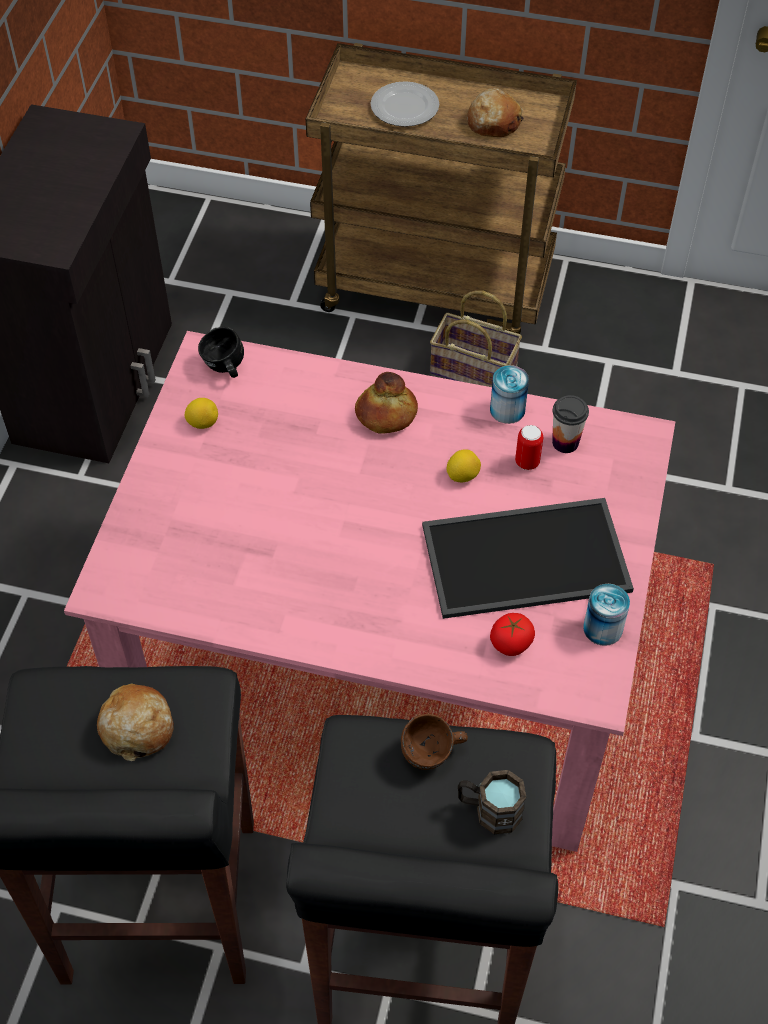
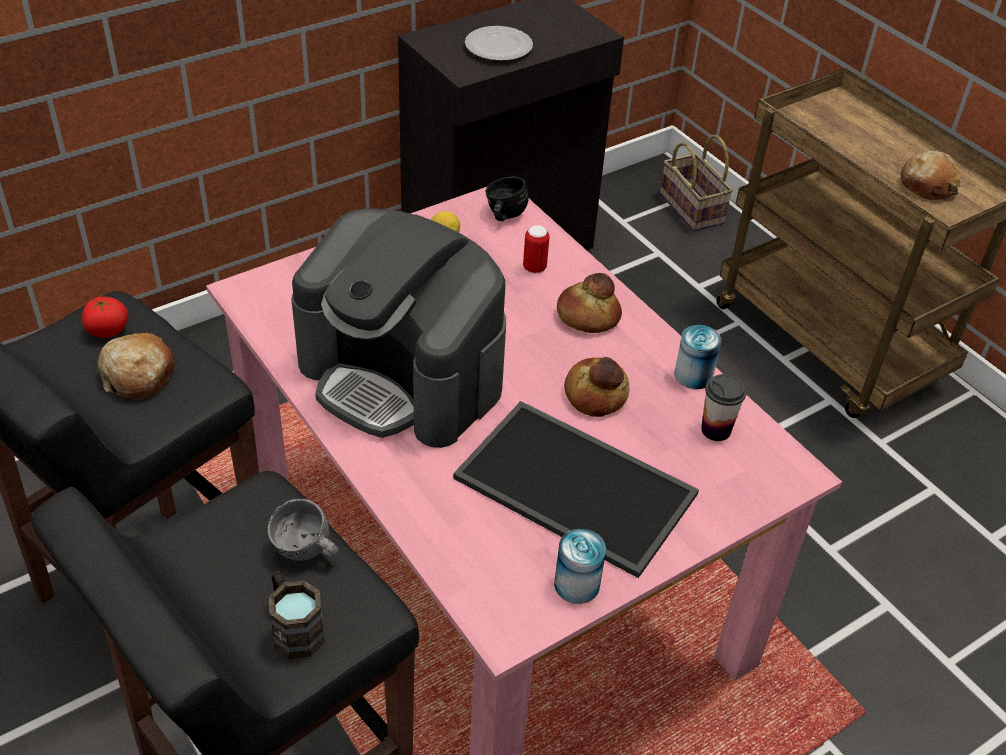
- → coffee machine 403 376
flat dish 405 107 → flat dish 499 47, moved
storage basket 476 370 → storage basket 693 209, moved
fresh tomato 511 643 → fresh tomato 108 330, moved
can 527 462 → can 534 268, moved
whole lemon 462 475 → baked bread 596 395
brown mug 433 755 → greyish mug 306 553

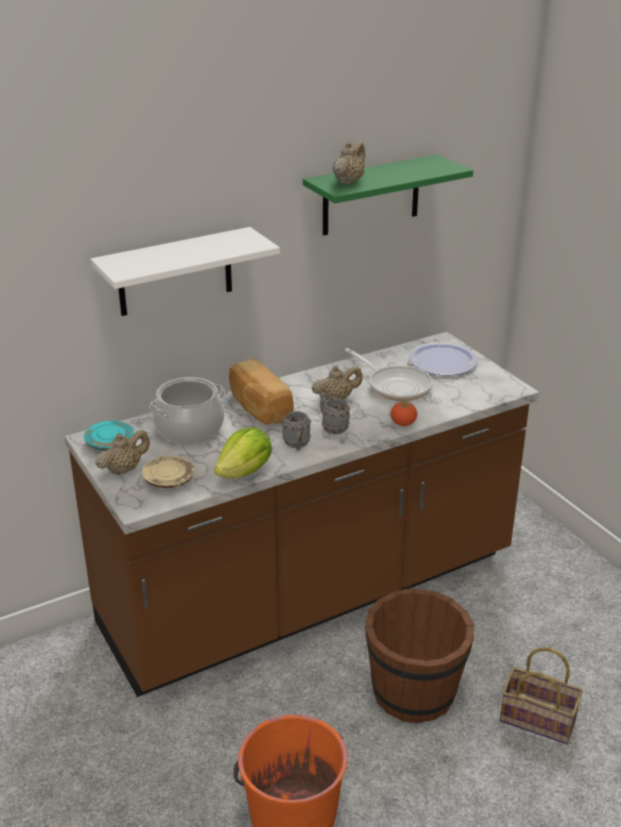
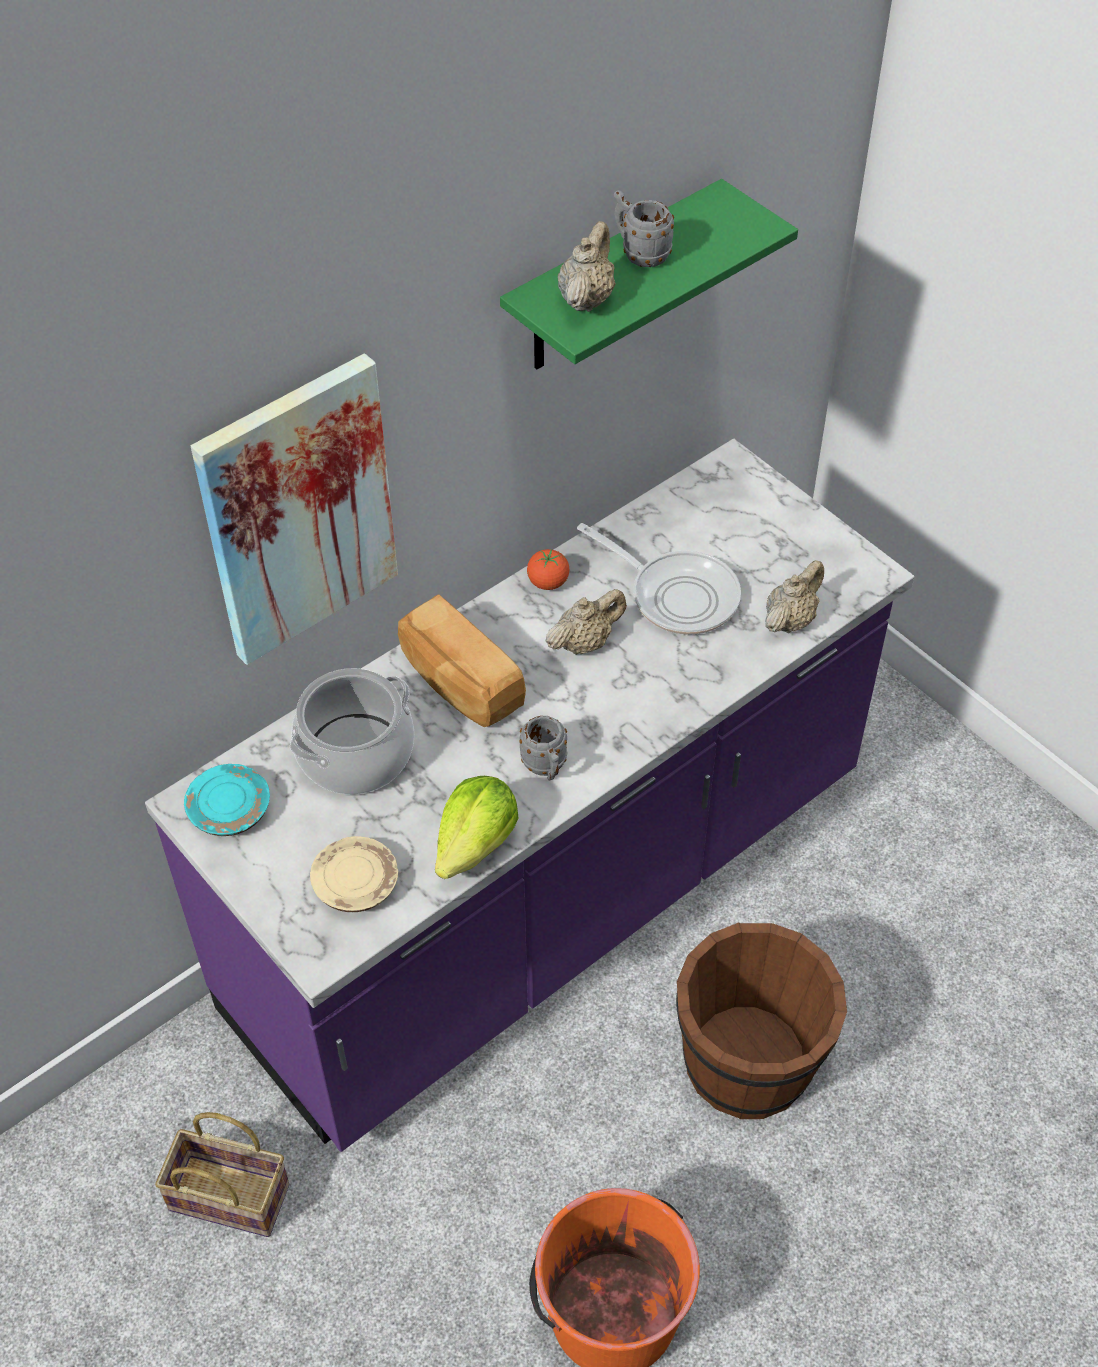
flat dish 443 361 → -
beige teapot 124 469 → beige teapot 790 620, moved
greyish mug 332 427 → greyish mug 640 253, moved
fresh tomato 403 424 → fresh tomato 548 582, moved
storage basket 539 719 → storage basket 233 1195, moved
white-coloured wall shelf 175 272 → wall art 297 510
brown kitchen base unit 310 594 → purple kitchen base unit 550 898

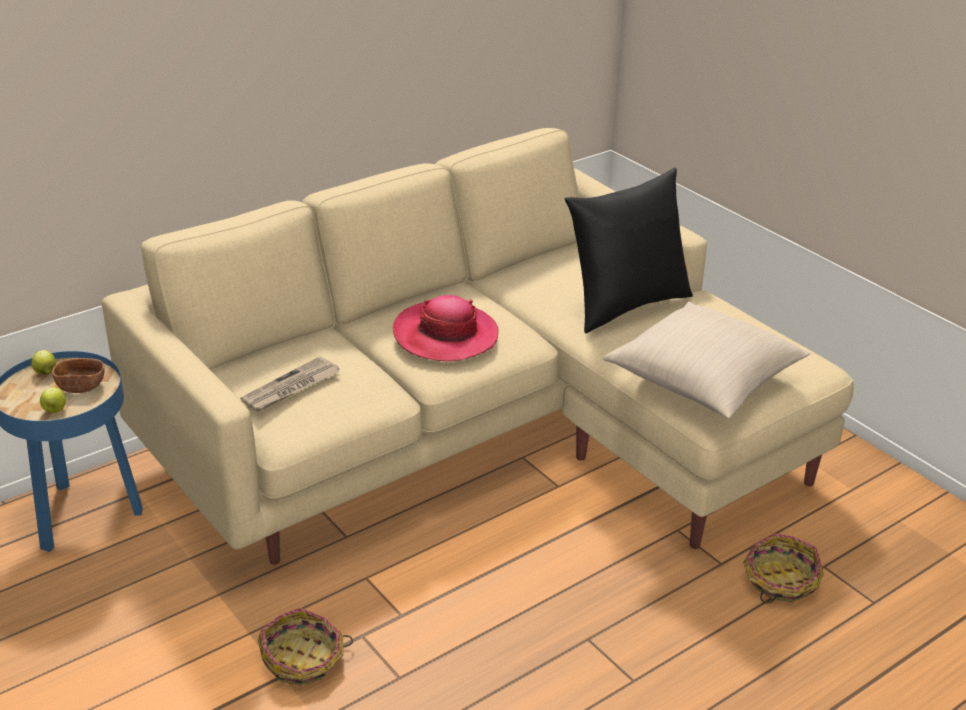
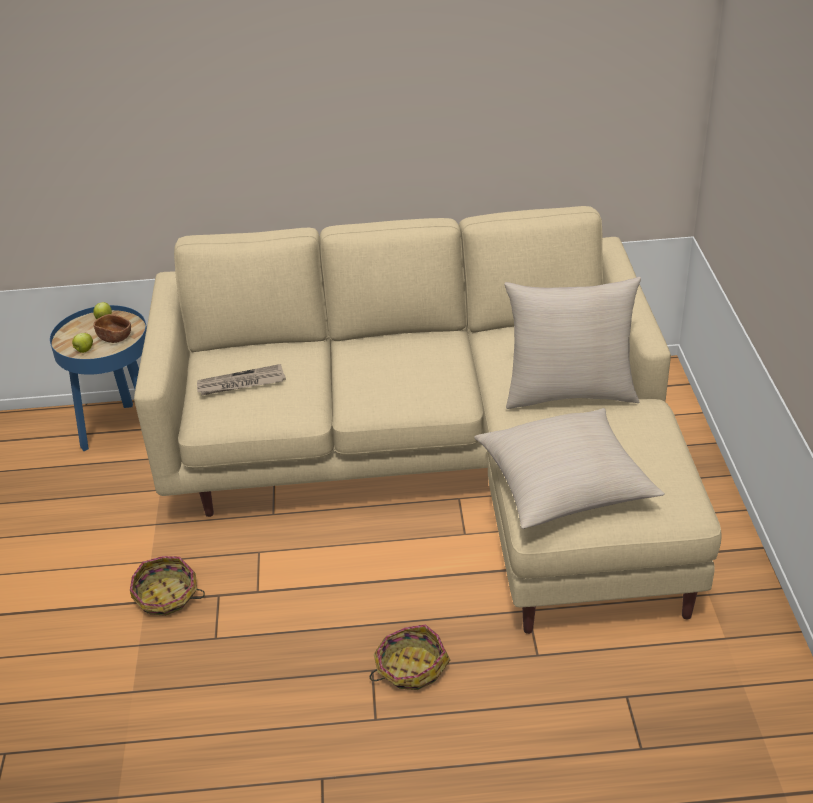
clothing hat 445 335 → -
storage basket 780 581 → storage basket 410 667, moved
black throw pillow 625 305 → beige throw pillow 569 393

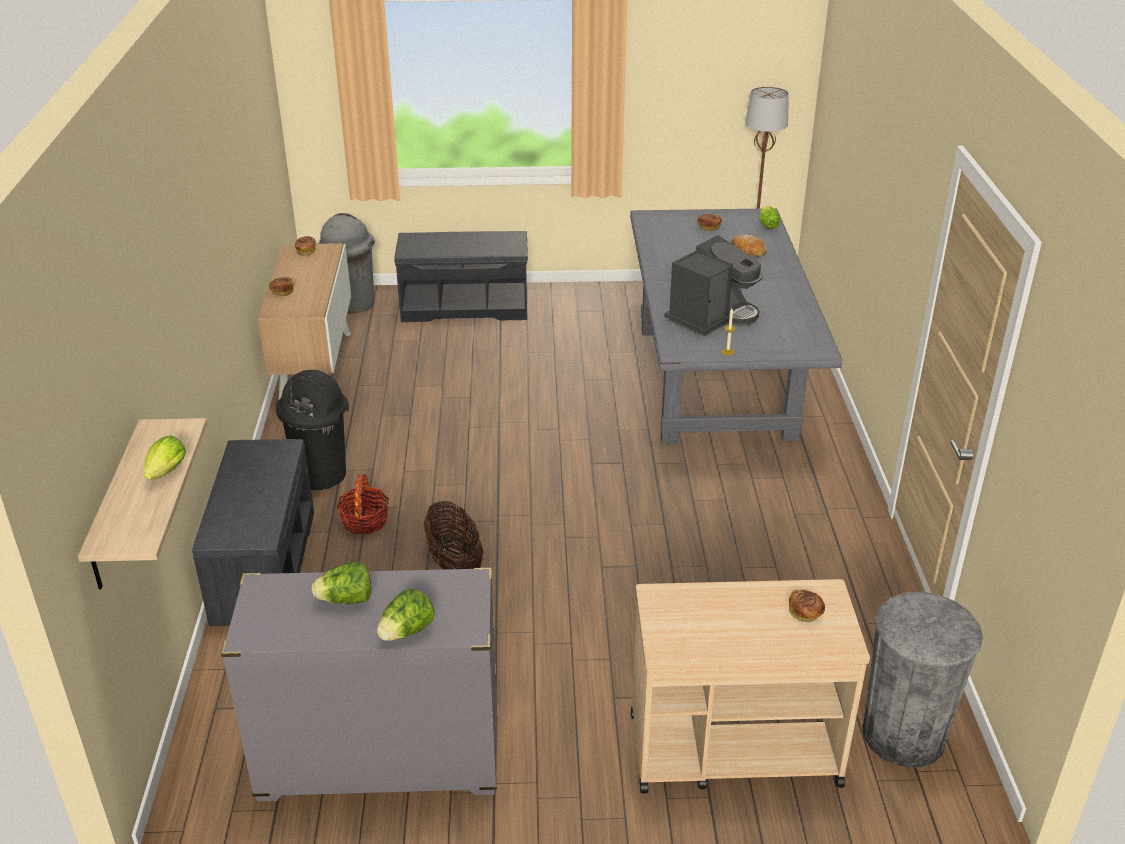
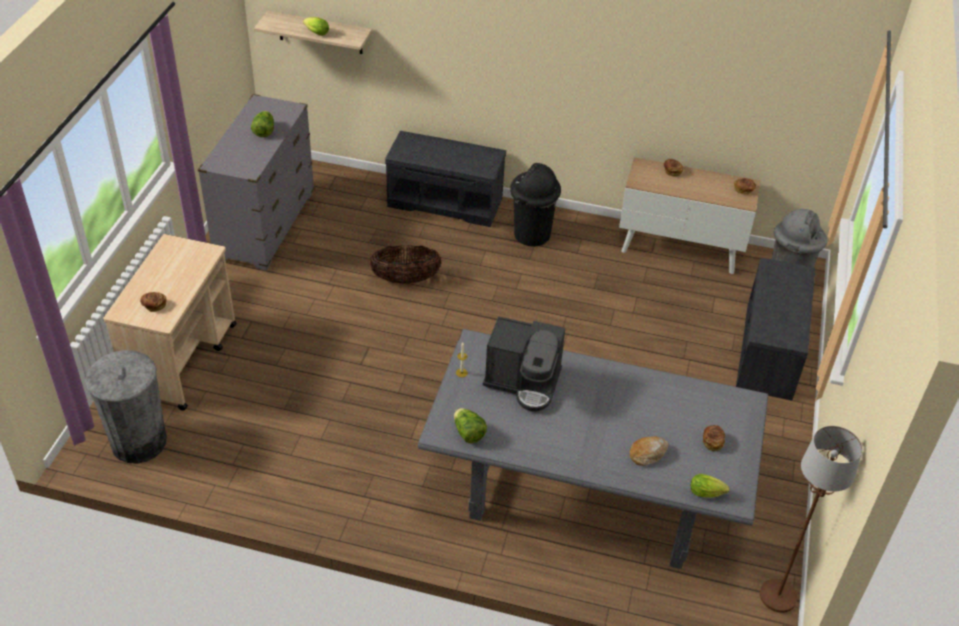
storage basket 365 521 → -
lettuce head 406 632 → lettuce head 468 433, moved
coffee machine 712 317 → coffee machine 523 382, 45 degrees counterclockwise

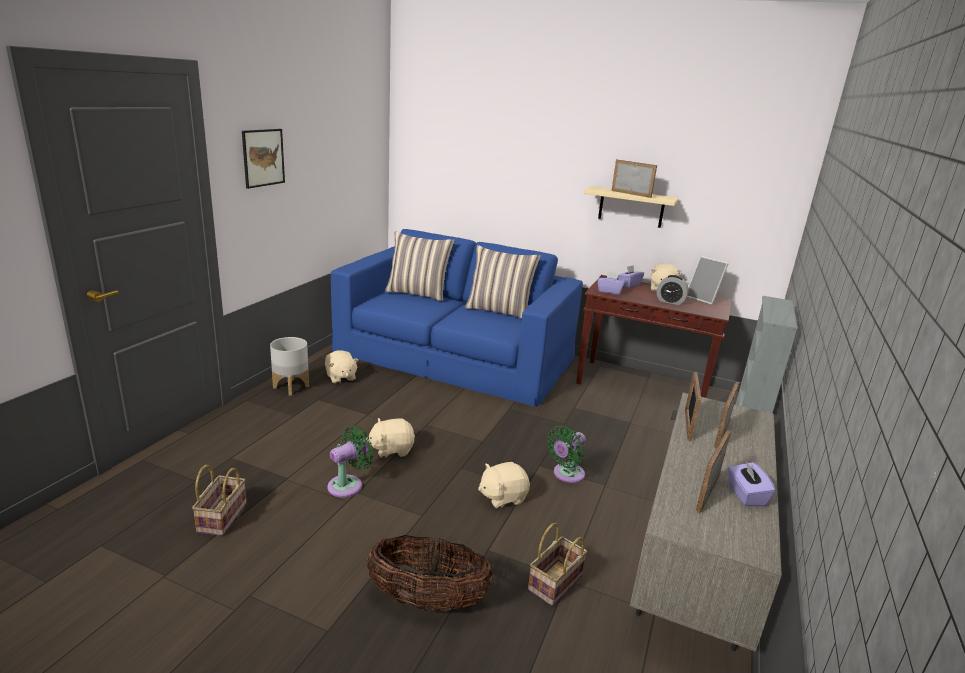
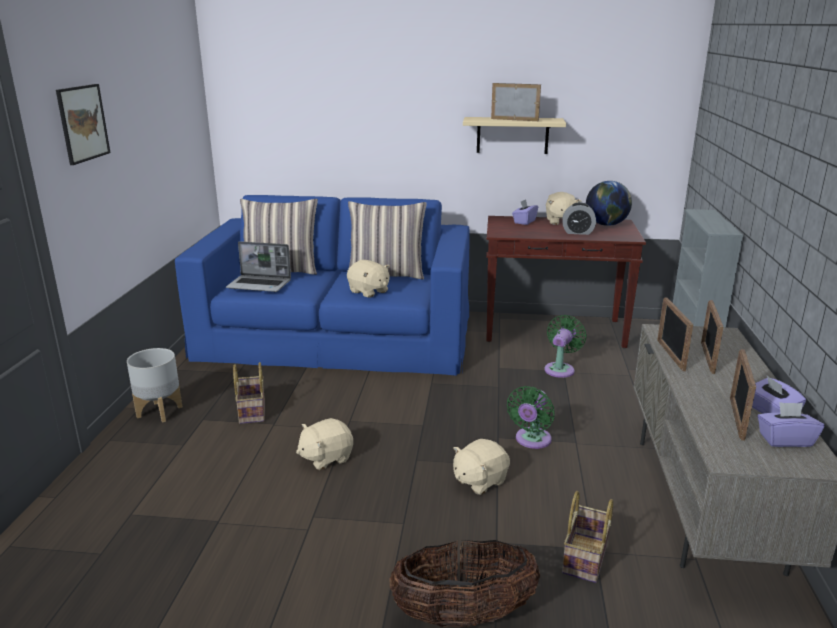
- → portable computer 260 285
storage basket 222 516 → storage basket 251 411, moved
beige cuddly toy 340 377 → beige cuddly toy 368 291, moved
green-coloured cooling fan 348 485 → green-coloured cooling fan 560 369, moved
purple tissue box 609 291 → purple tissue box 785 440, moved
standing frame 703 299 → world globe 606 224

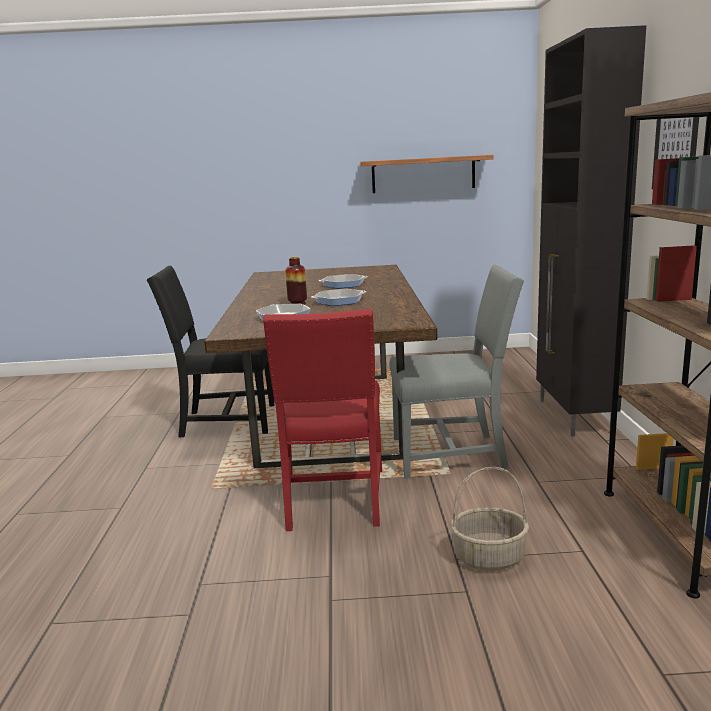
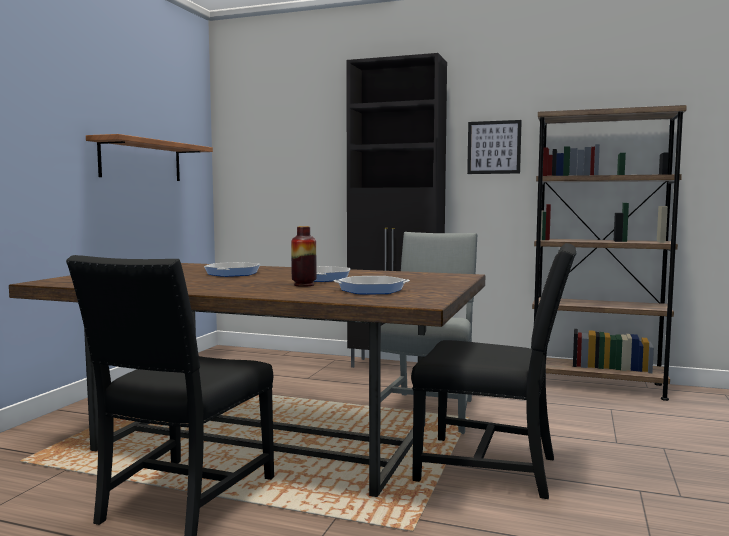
storage basket 488 557 → -
reddish chair 333 501 → black chair 492 468

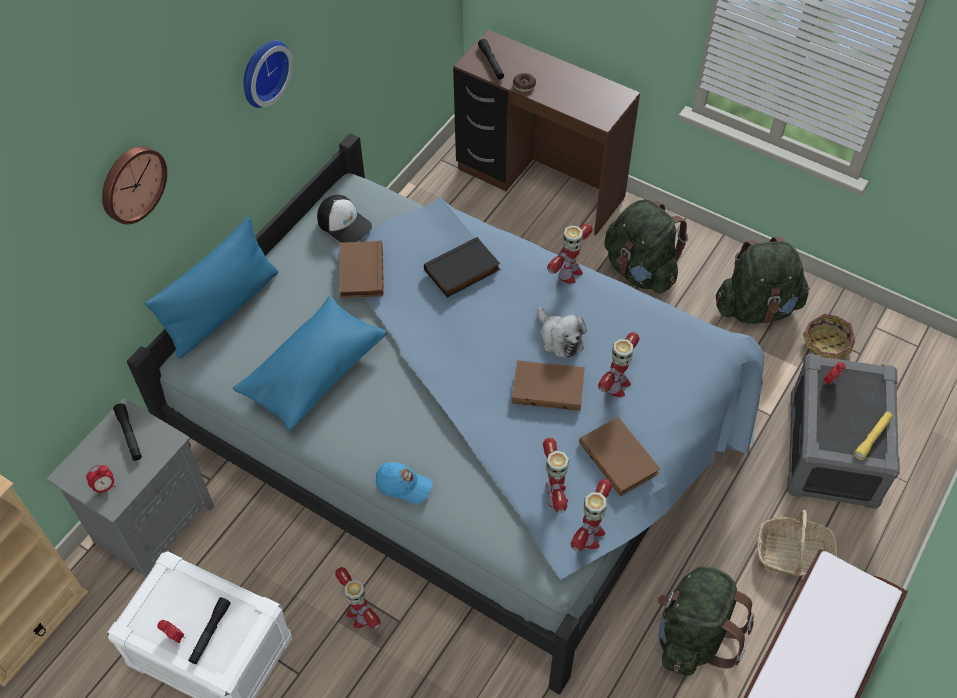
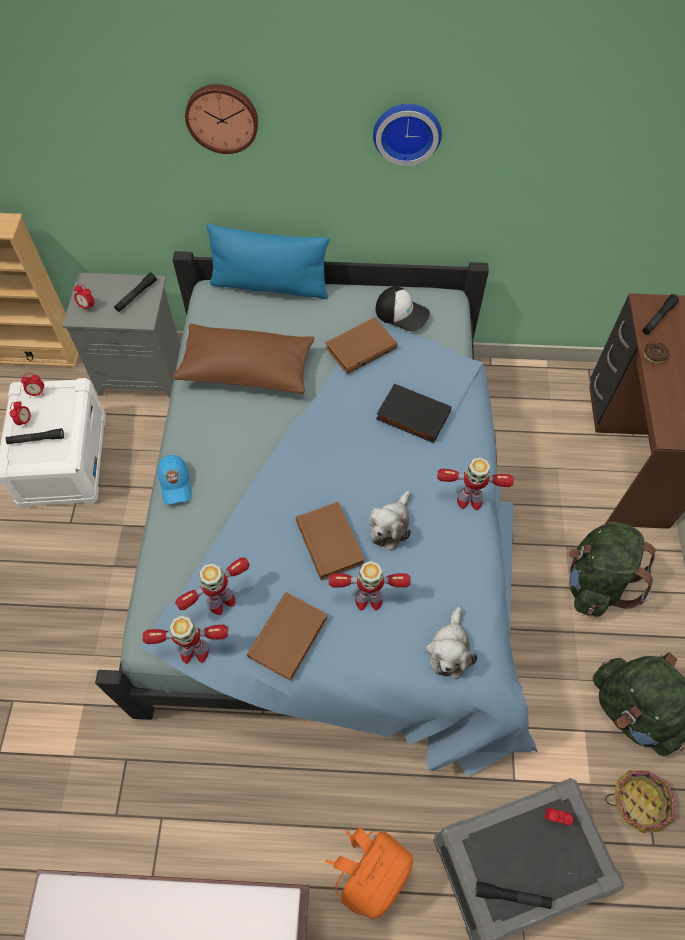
model robot 359 615 → -
green-coloured backpack 693 635 → -
- → table clock 37 393
- → cuddly toy 449 650
storage basket 793 555 → orangey backpack 369 872
bluish throw pillow 313 372 → brown throw pillow 247 370
yellow torch 872 437 → black torch 512 896
peaked cap 344 223 → peaked cap 402 313, 75 degrees counterclockwise

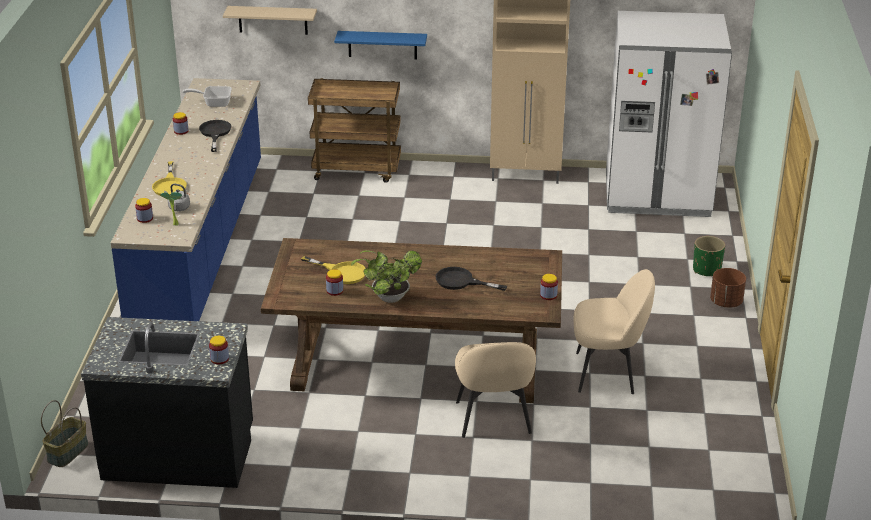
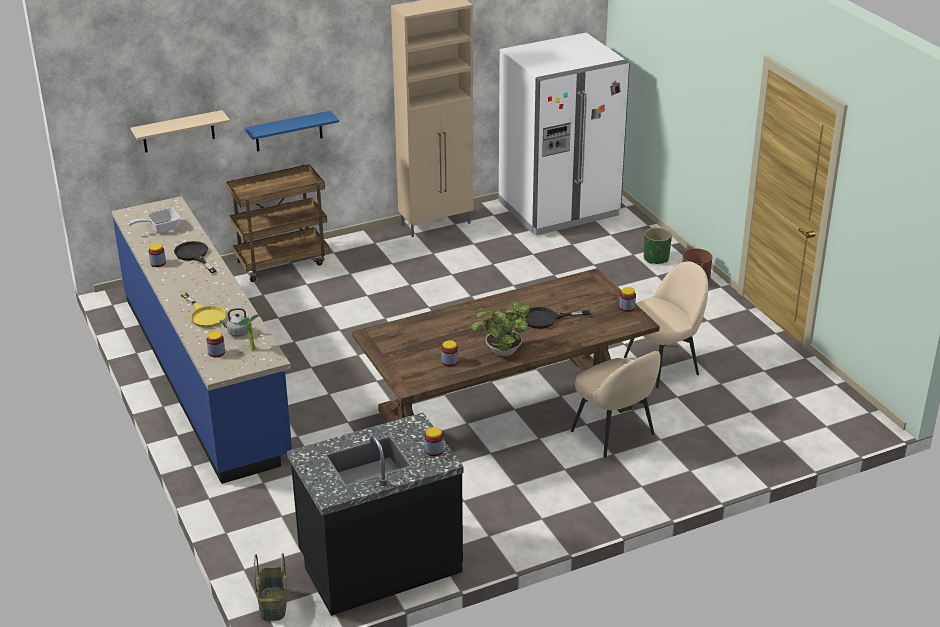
yellow skillet 341 272 → -

